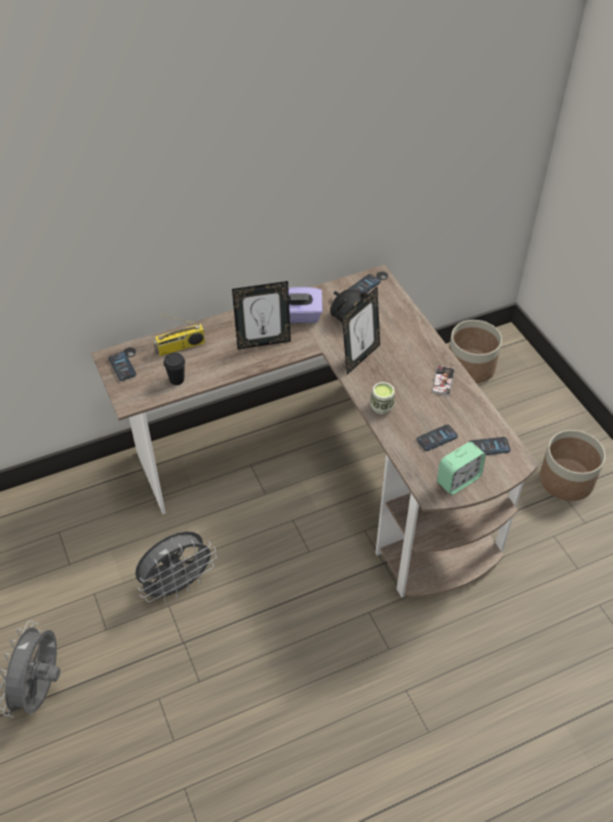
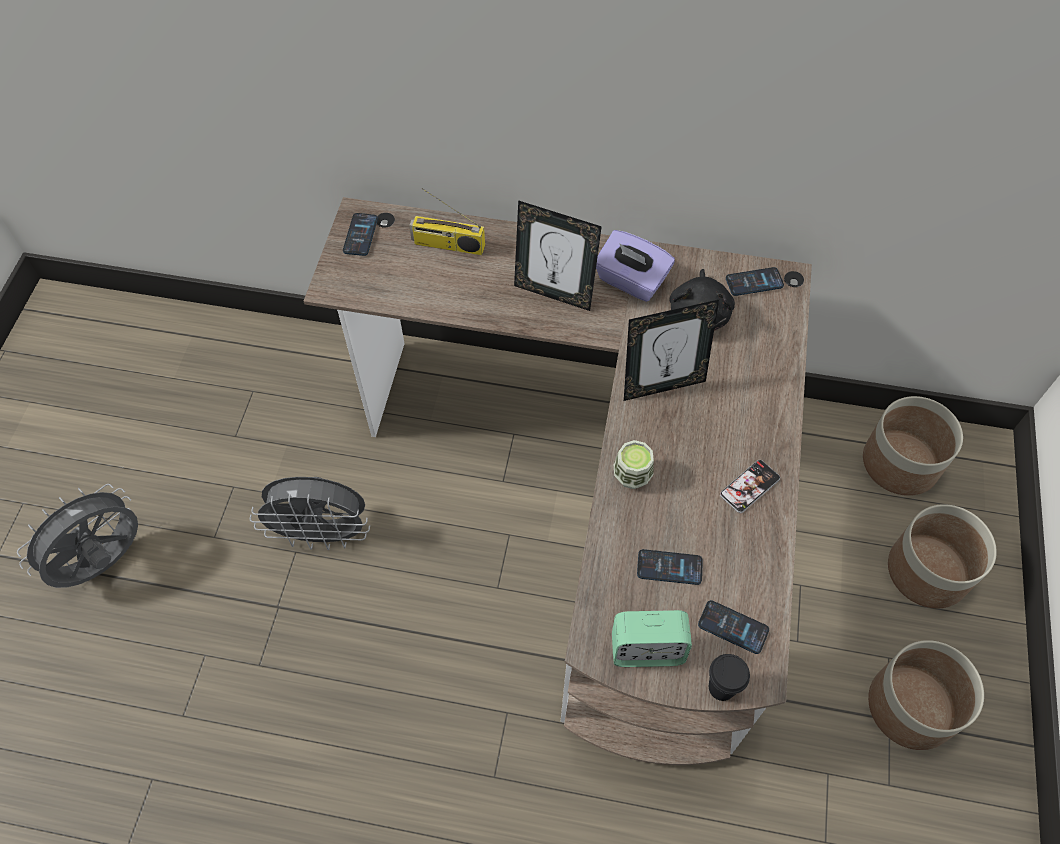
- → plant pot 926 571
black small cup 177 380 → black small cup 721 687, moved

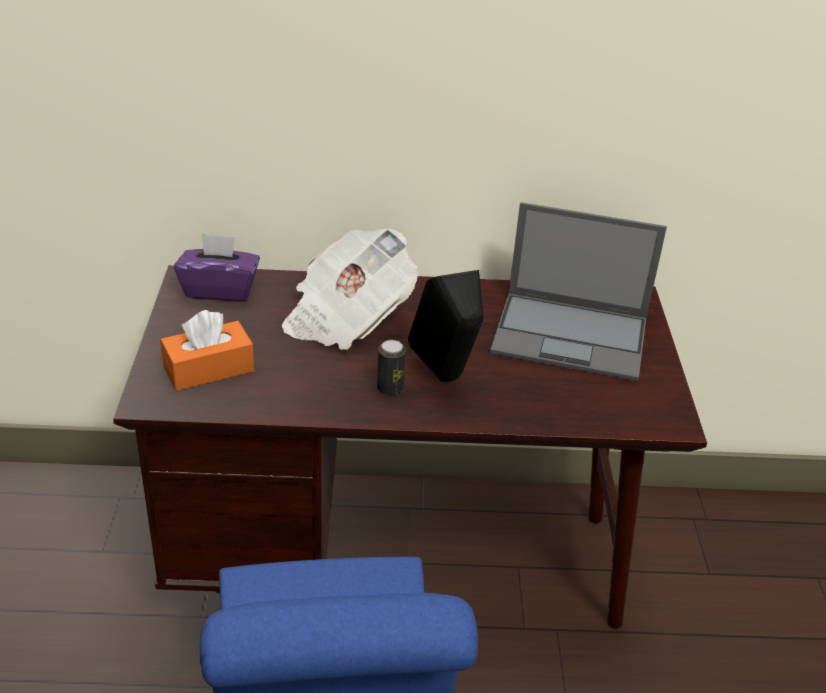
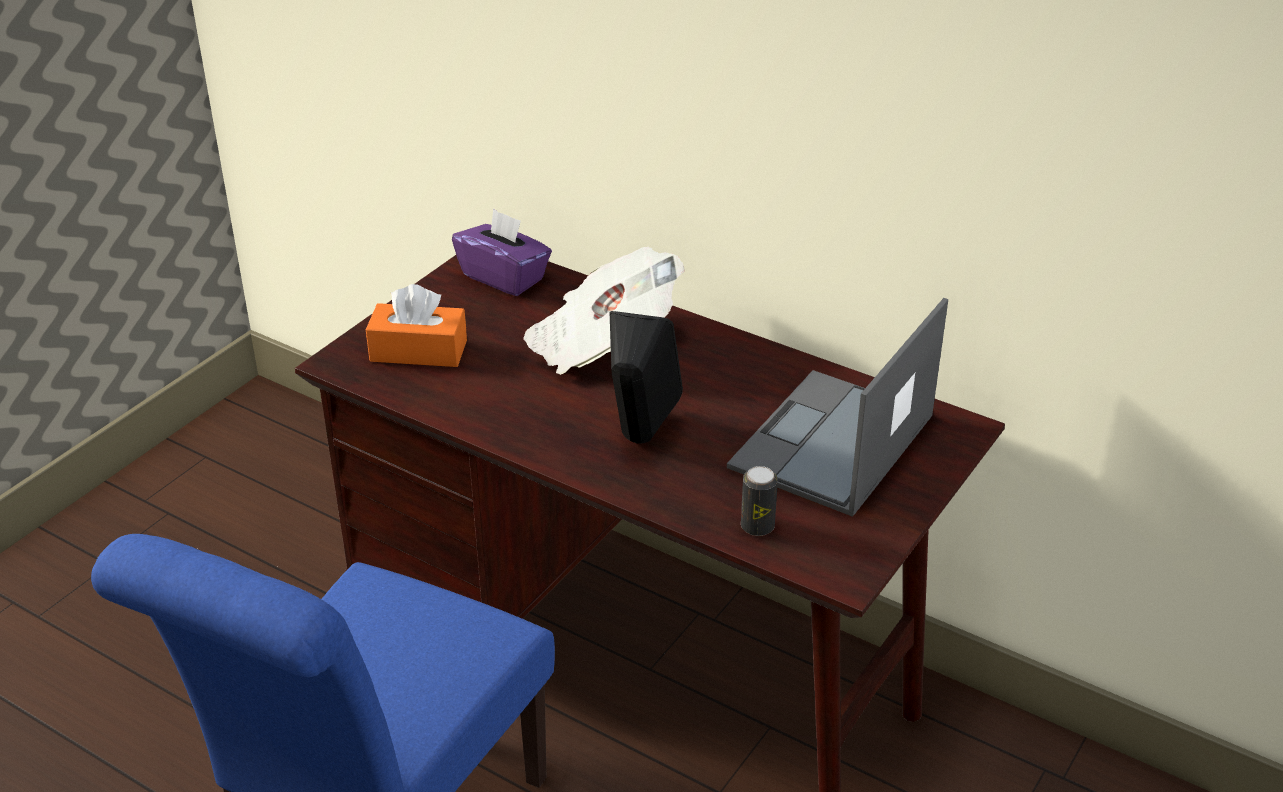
can 390 388 → can 757 526, moved
portable computer 572 336 → portable computer 831 444, 75 degrees clockwise

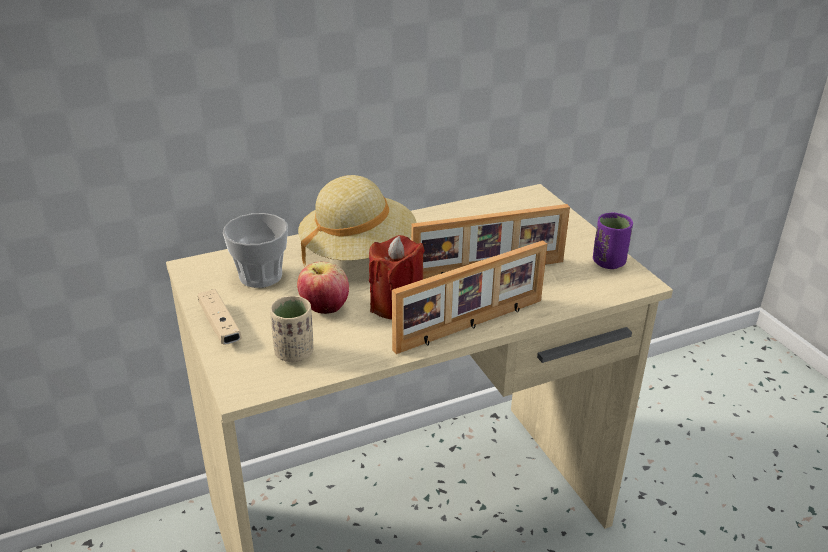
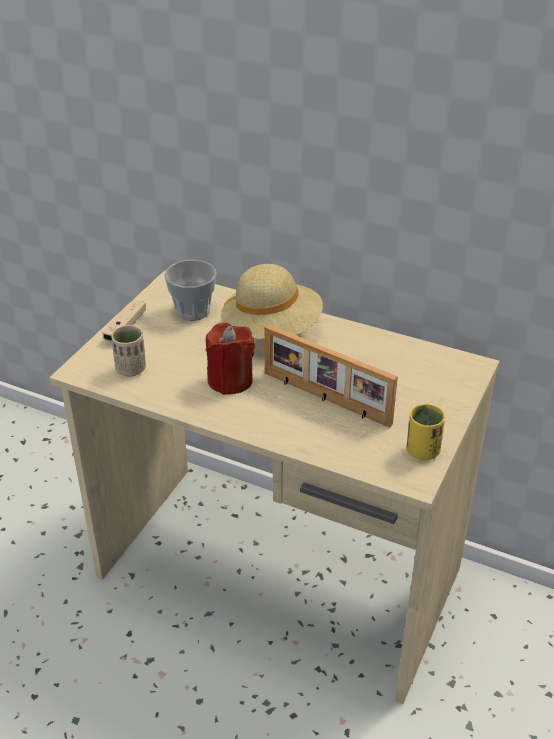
apple 324 308 → -
standing frame 471 326 → -
purple small cup 608 262 → yellow small cup 422 451

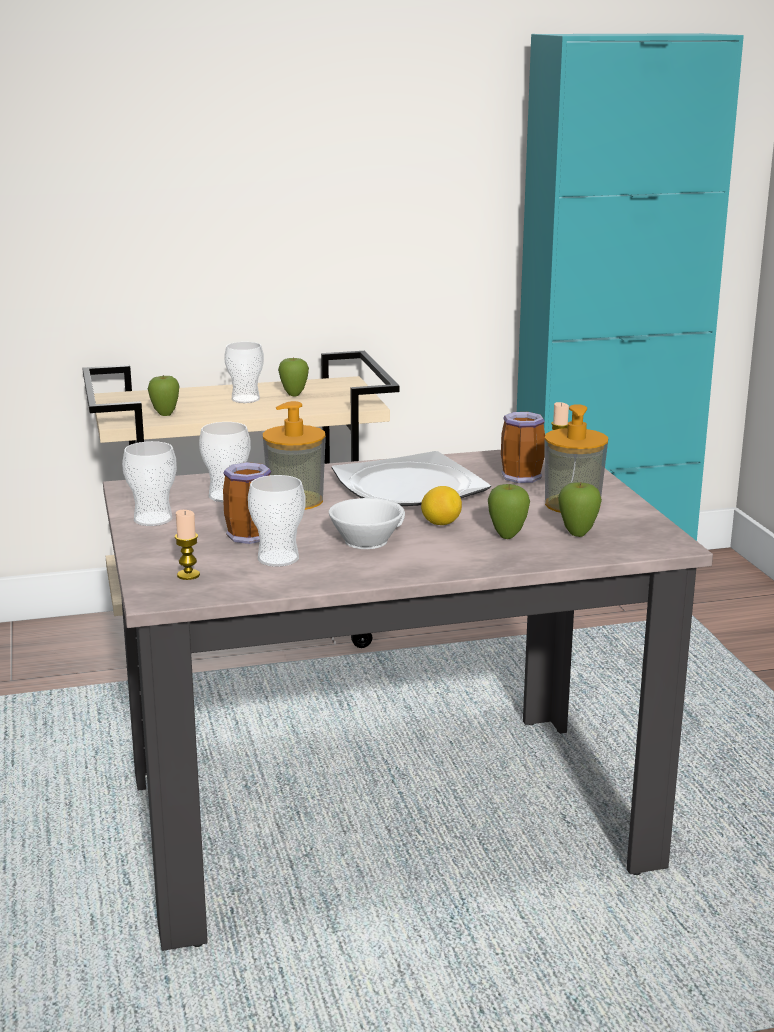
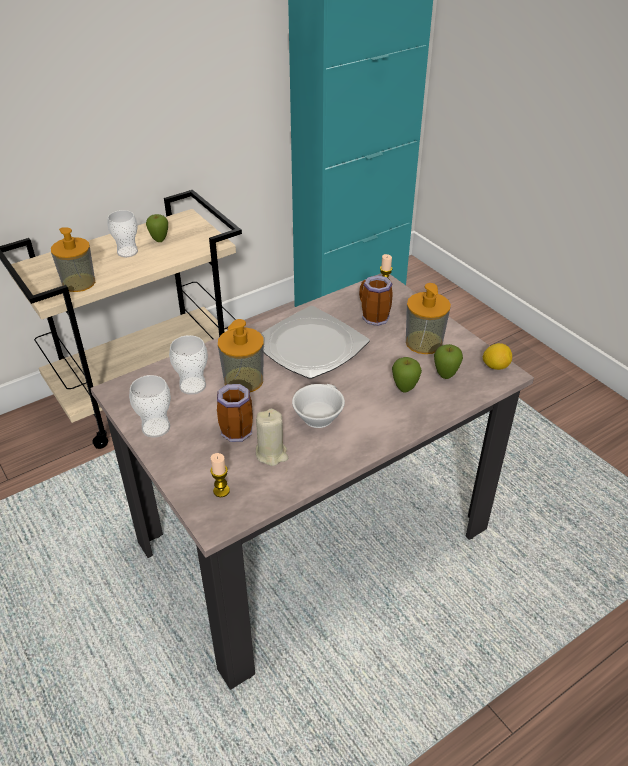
whole lemon 441 524 → whole lemon 495 366, moved
apple 165 414 → liquid soap bottle 78 282
small cup 278 558 → beige wax light 271 454

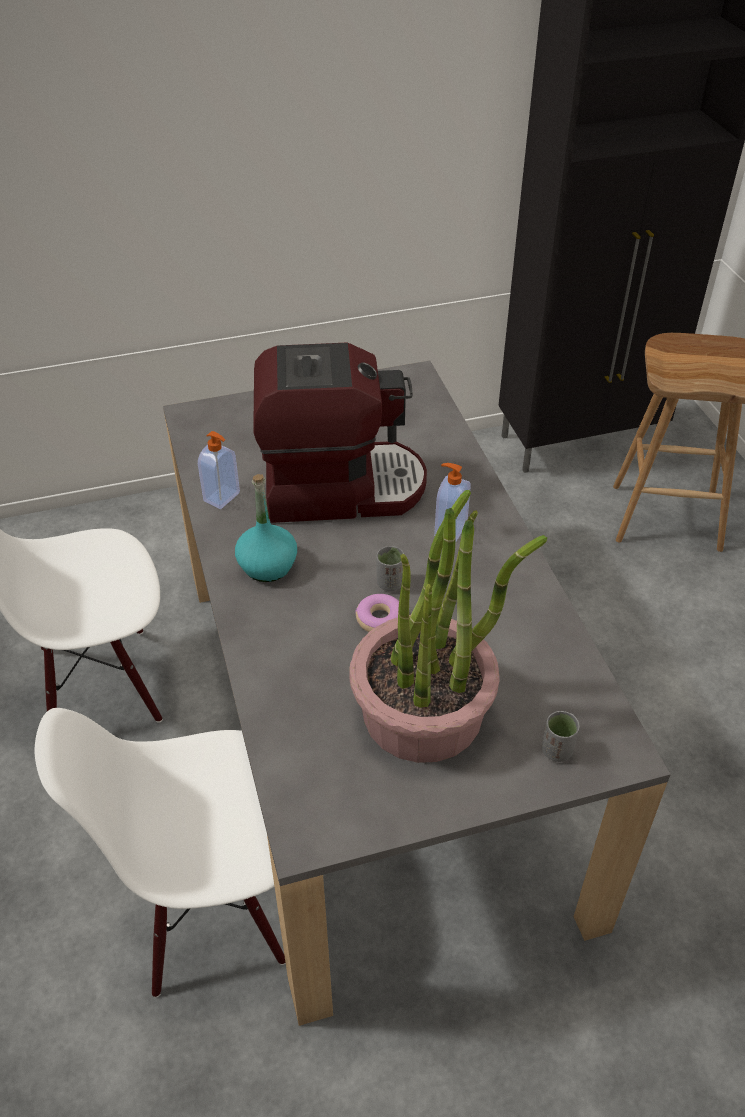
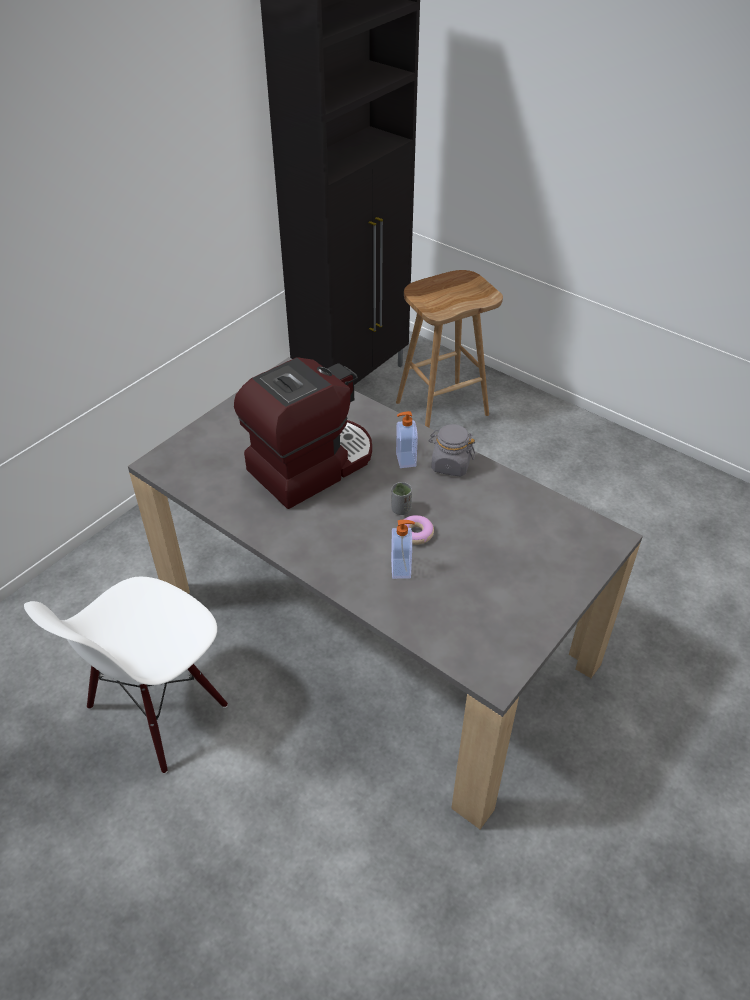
white-coloured chair 211 905 → -
turquoise-coloured beverage bottle 267 566 → -
potted plant 424 712 → -
greyish small cup 557 750 → -
- → greyish preserve jar 450 465
liquid soap bottle 223 497 → liquid soap bottle 402 568, moved

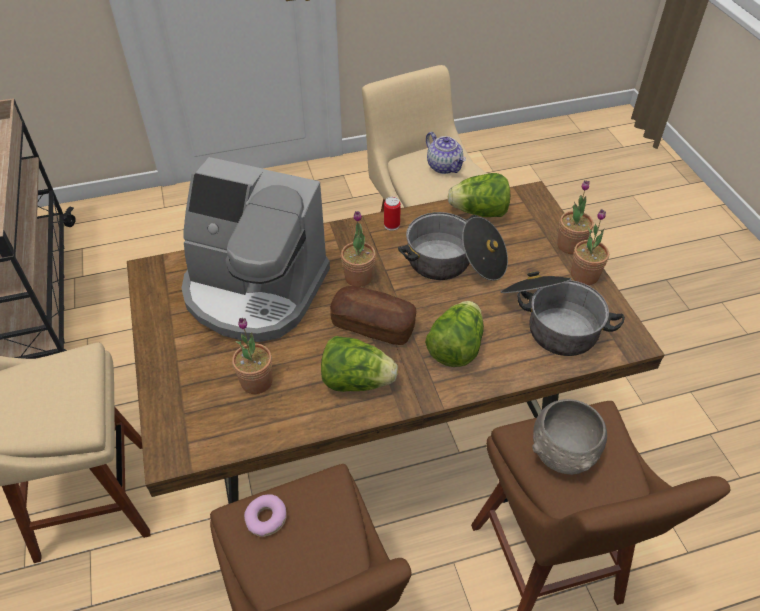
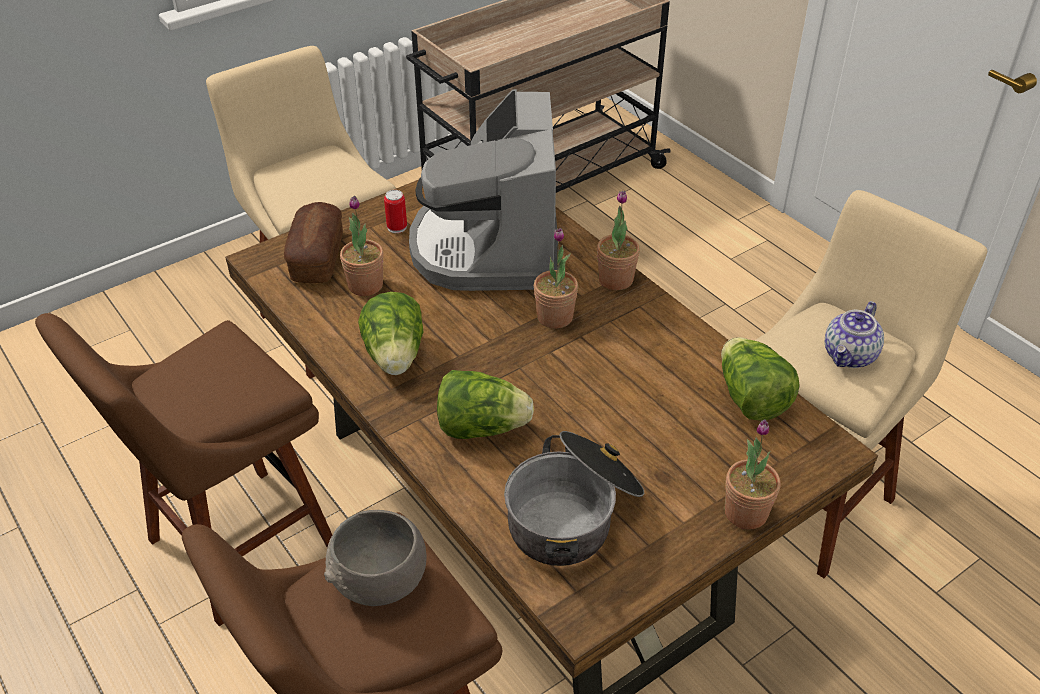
donut 266 518 → -
stockpot 454 263 → -
baked bread 373 325 → baked bread 317 257, moved
can 391 225 → can 397 227, moved
potted plant 584 275 → potted plant 615 280, moved

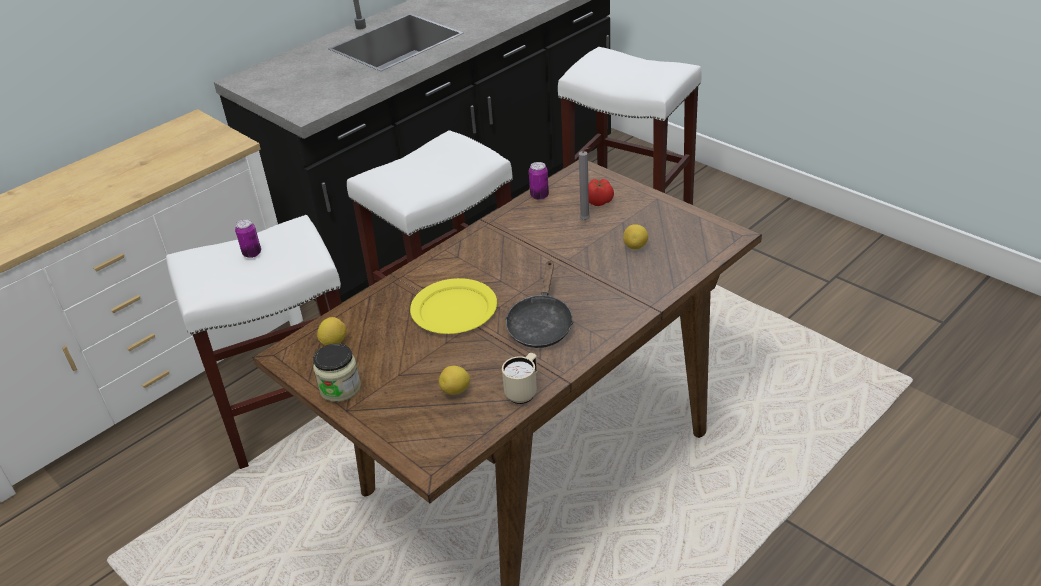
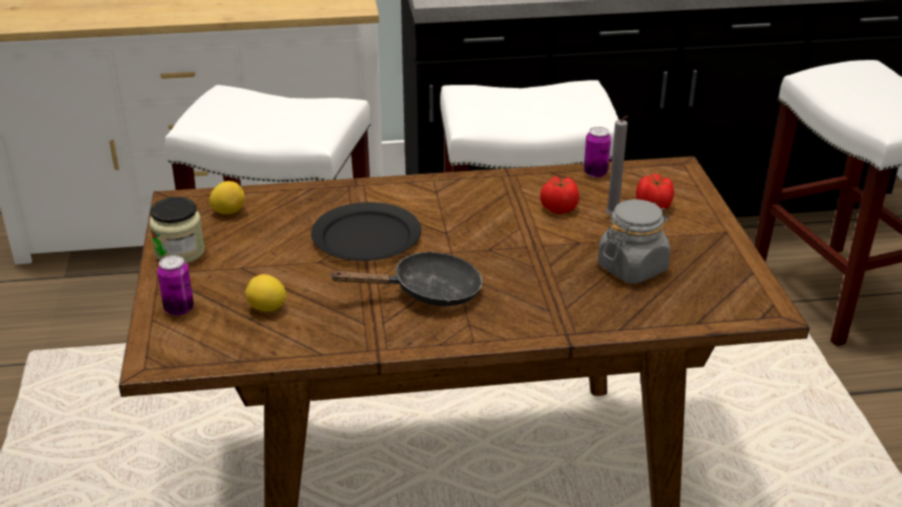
beige mug 524 391 → -
- → fresh tomato 558 208
can 252 253 → can 179 309, moved
whole lemon 635 247 → greyish preserve jar 632 268
yellow flat dish 455 309 → black flat dish 367 237
black skillet 540 324 → black skillet 427 292, 150 degrees counterclockwise

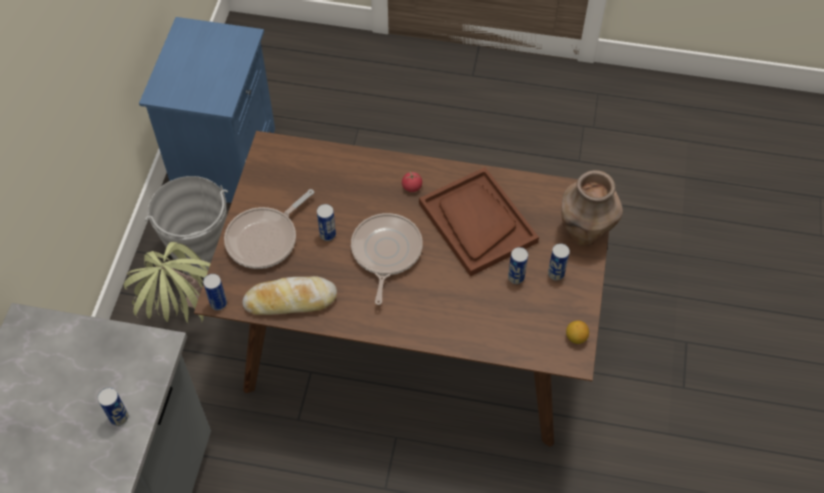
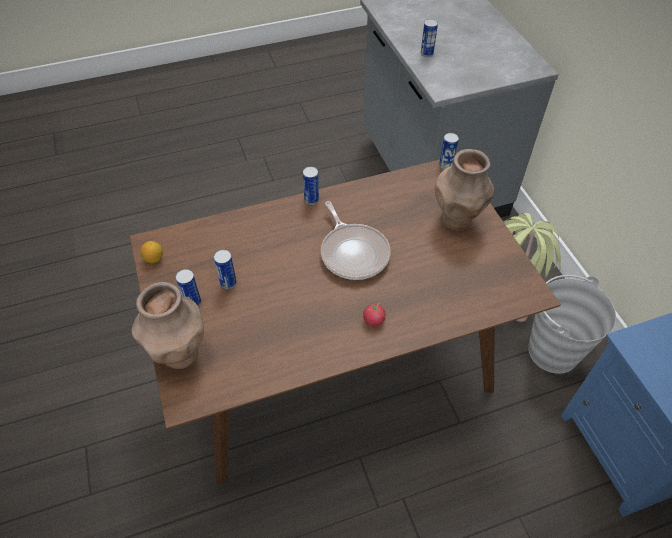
baked bread 290 301 → -
brown serving tray 477 222 → -
can 327 235 → can 311 200, moved
skillet 265 239 → brown vase 457 219

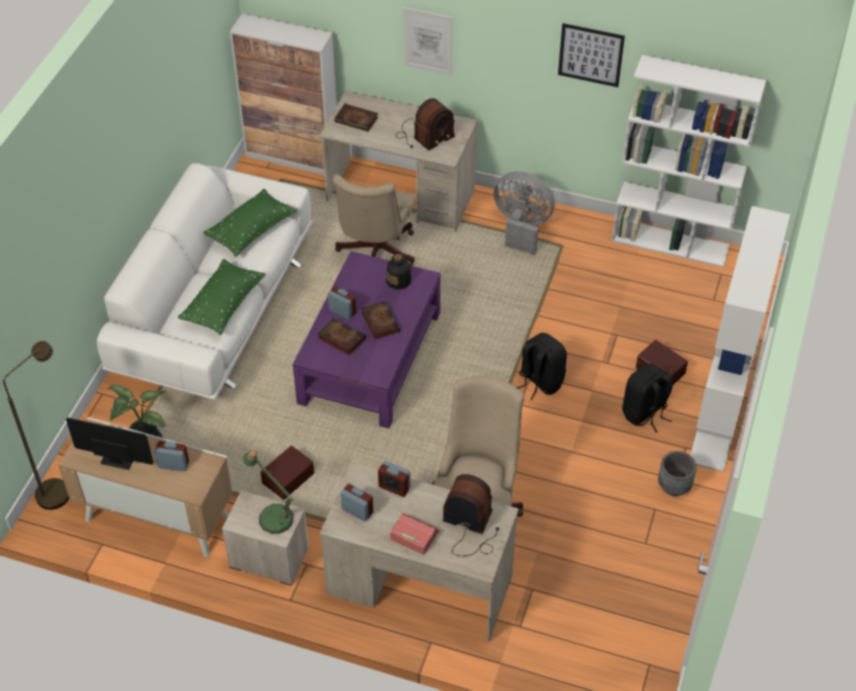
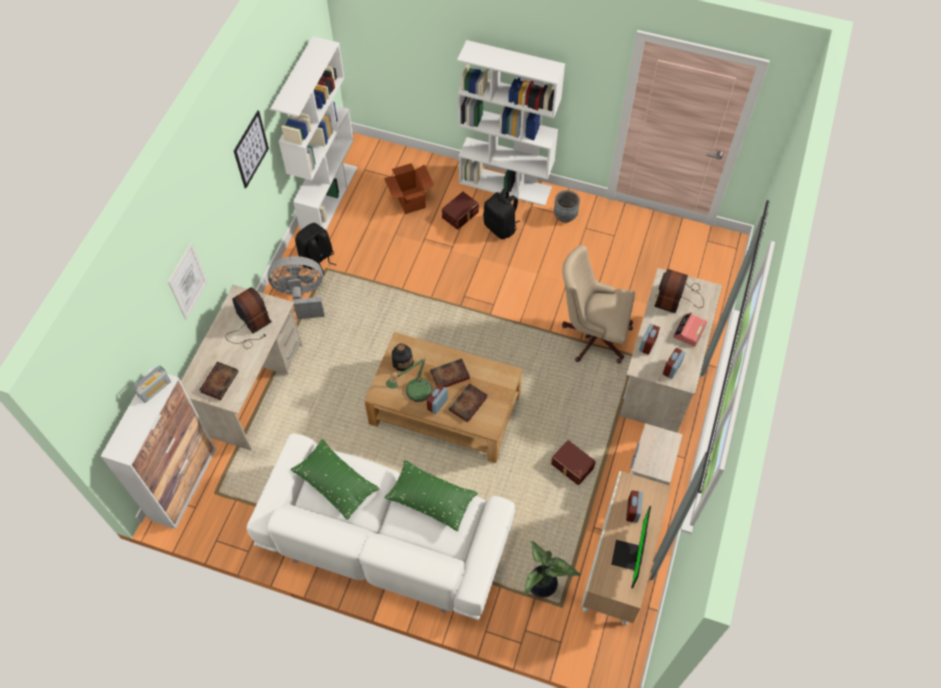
brown standing lamp 59 488 → -
beige computer chair 375 255 → -
- → radio receiver 155 389
- → carton 410 200
lamp for a table 272 514 → lamp for a table 414 392, moved
black backpack 539 381 → black backpack 317 259, moved
purple low table 370 357 → brown low table 444 408
greyish cooling fan 521 227 → greyish cooling fan 301 296, 60 degrees clockwise

